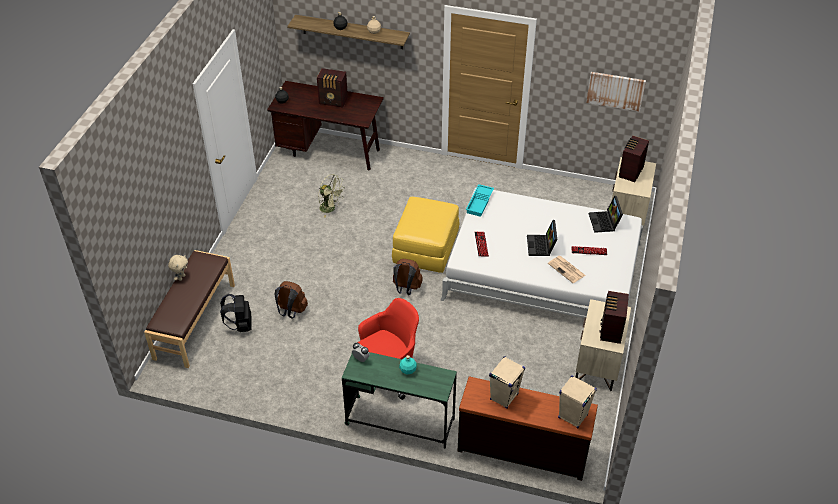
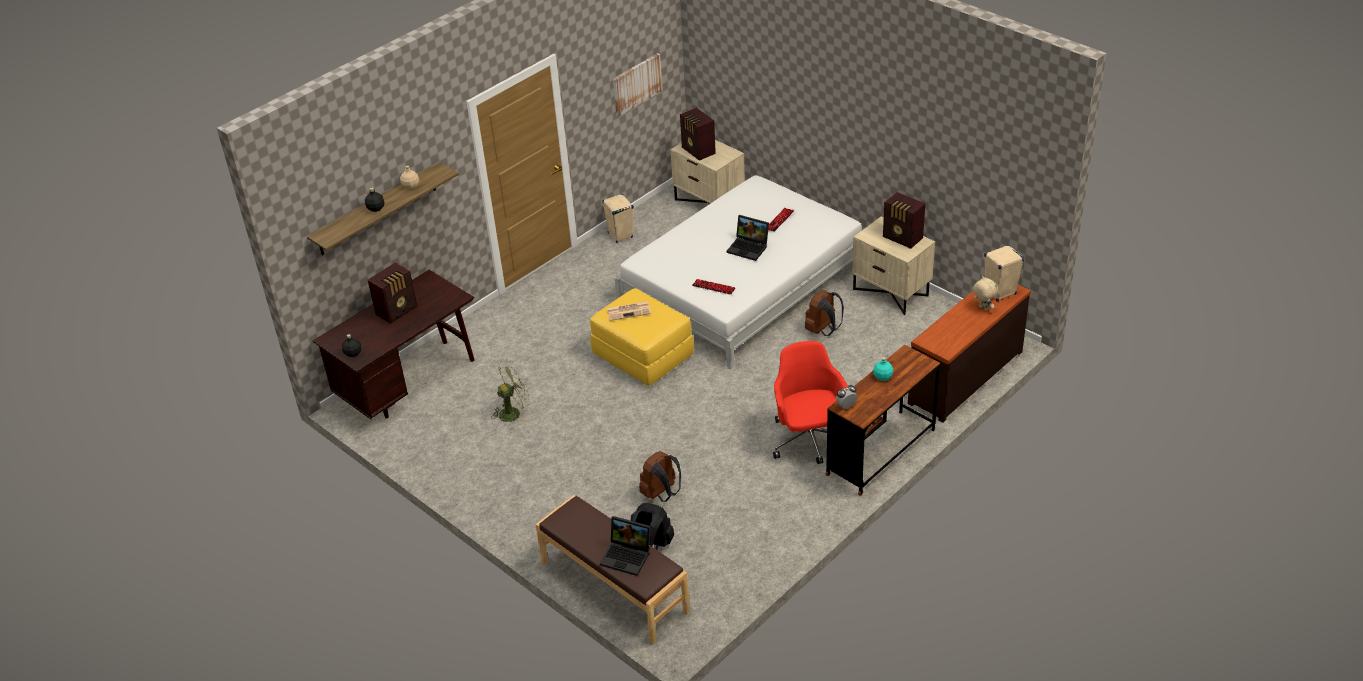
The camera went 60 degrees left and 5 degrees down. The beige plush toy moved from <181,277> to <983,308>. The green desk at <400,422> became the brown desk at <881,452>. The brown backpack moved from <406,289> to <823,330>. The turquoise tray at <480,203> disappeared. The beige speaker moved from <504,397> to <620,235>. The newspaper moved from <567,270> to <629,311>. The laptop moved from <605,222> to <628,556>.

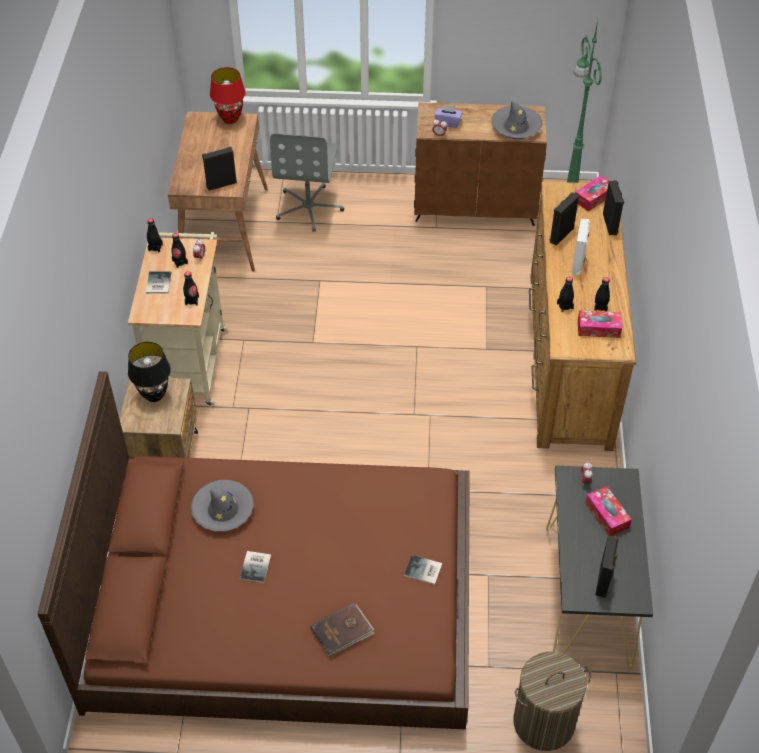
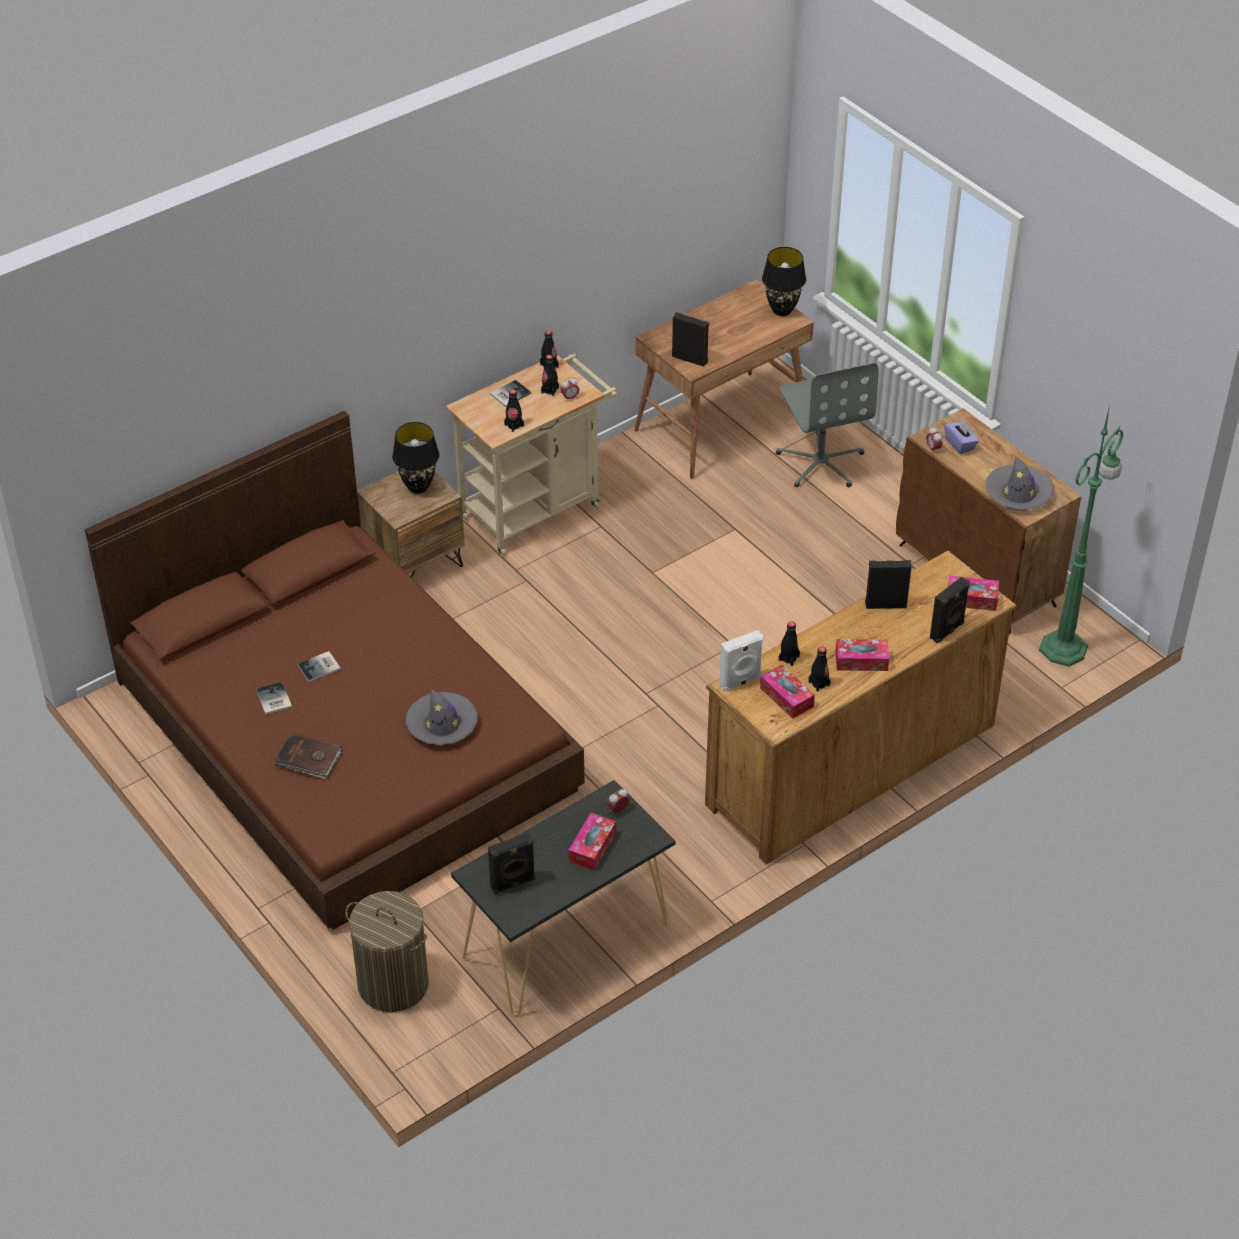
The camera went 50 degrees right and 5 degrees down. The grey hat moved from <223,510> to <442,725>. The red table lamp at <230,119> became the black table lamp at <782,310>. The grey office chair at <309,207> turned 75 degrees counterclockwise. The book moved from <424,571> to <273,700>. The white speaker moved from <578,263> to <740,682>. The tissue box at <861,661> appeared.

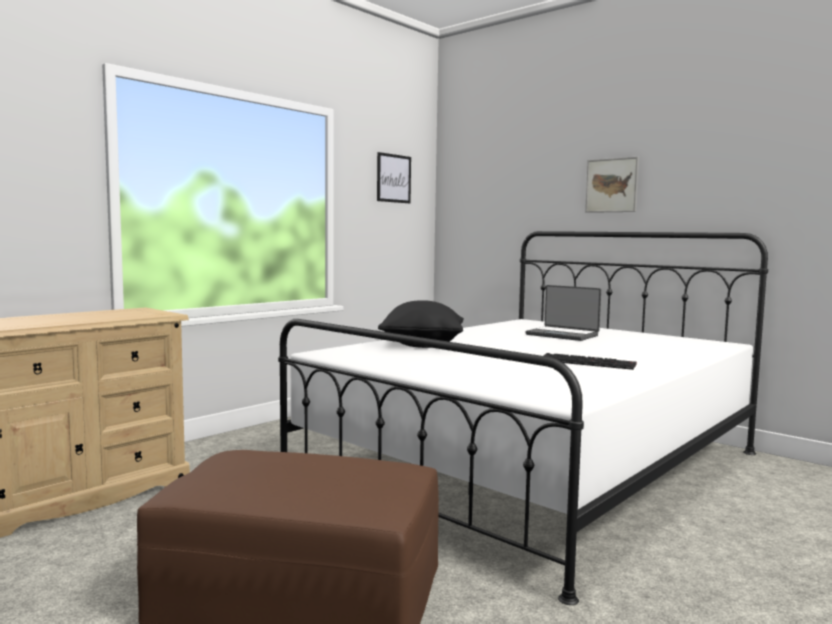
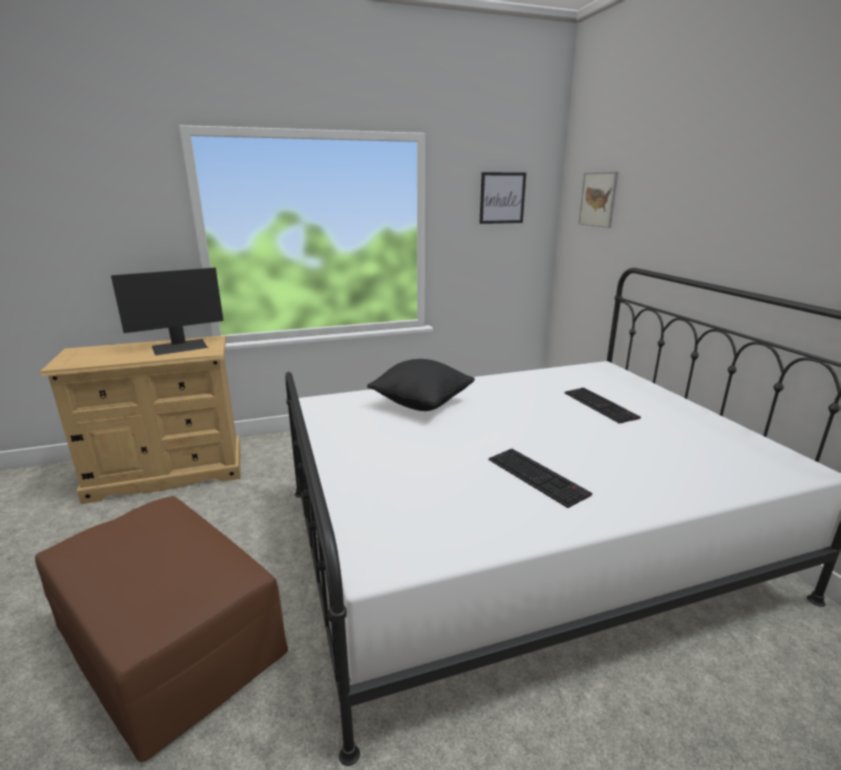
The camera went 30 degrees right and 15 degrees up. The laptop at <562,335> was replaced by the keyboard at <601,405>. The picture moved from <611,185> to <598,199>. The monitor at <180,347> appeared.

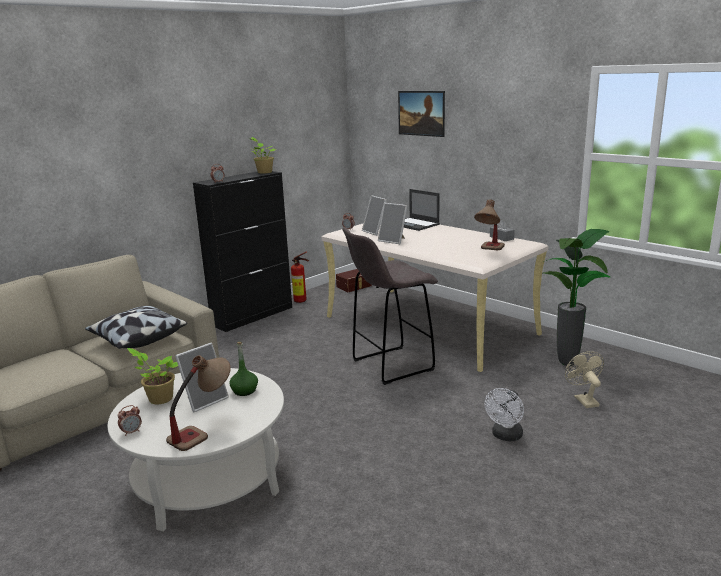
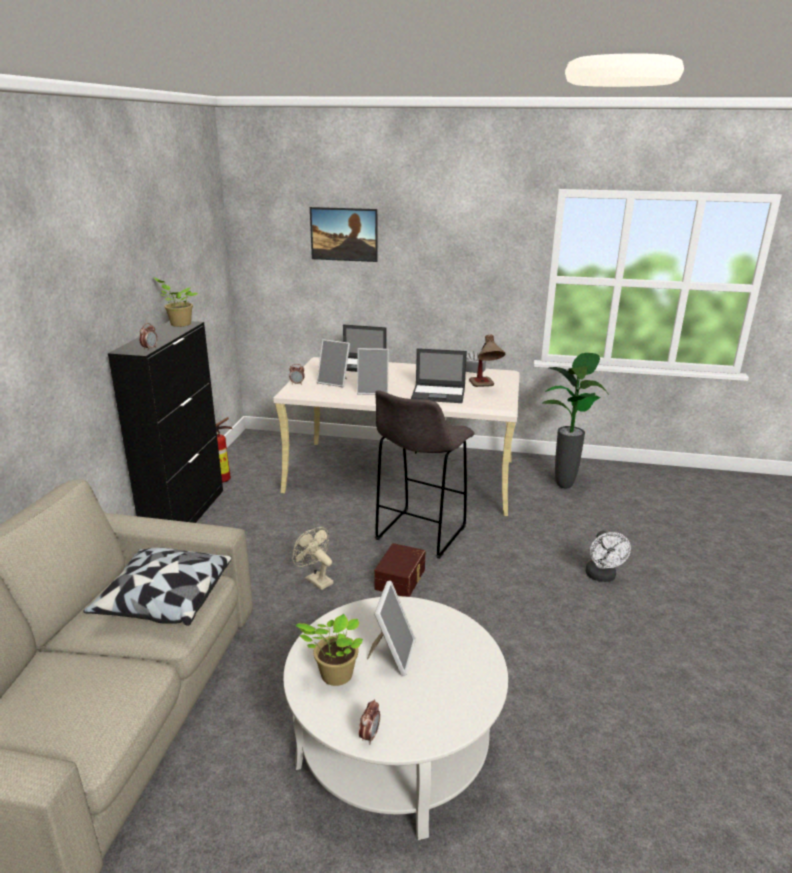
The camera went 35 degrees left and 5 degrees up. The table lamp at <203,431> disappeared. The green bottle at <244,391> disappeared. The brown storage box moved from <354,286> to <401,579>. The beige fan moved from <583,400> to <315,579>. The laptop at <439,394> appeared.

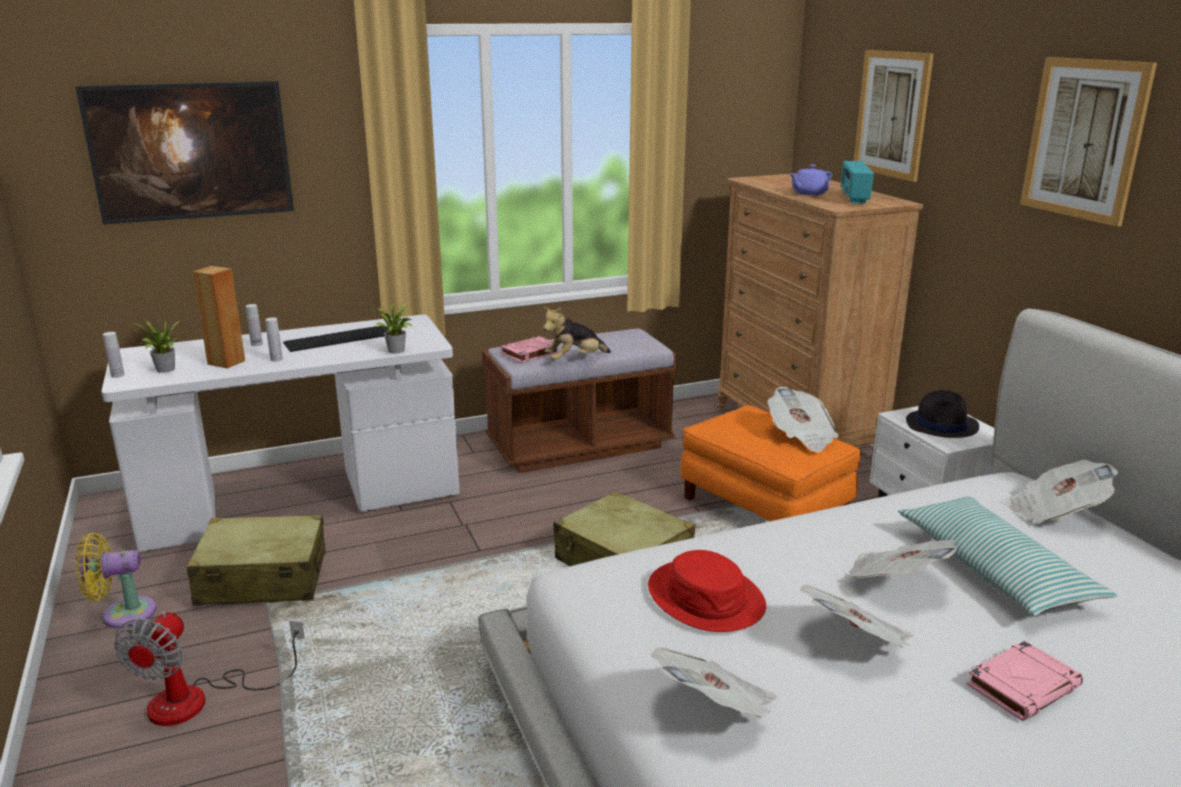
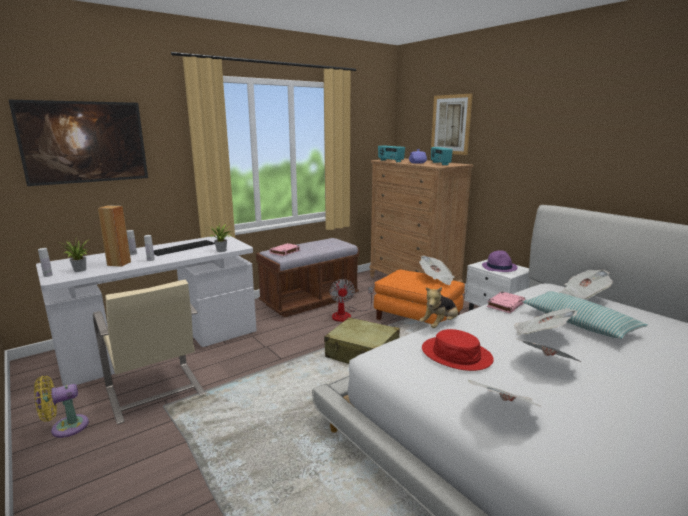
The camera went 15 degrees left and 5 degrees down. The fan moved from <199,699> to <346,315>. The beige suitcase at <262,579> was replaced by the beige chair at <155,392>. The plush toy moved from <574,360> to <440,325>. The black hat at <942,425> became the purple hat at <499,267>. The pink book moved from <1023,686> to <505,305>. The picture at <1084,139> disappeared. The radio at <390,161> appeared.

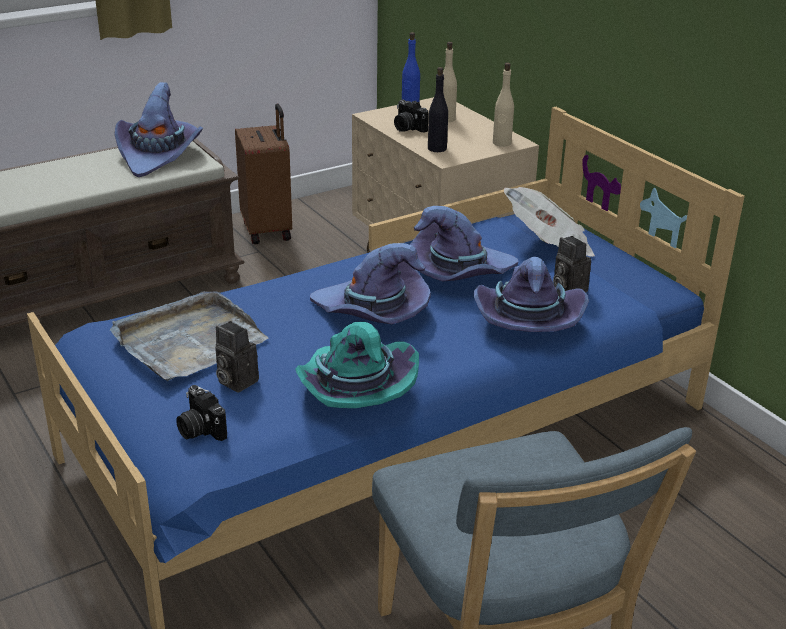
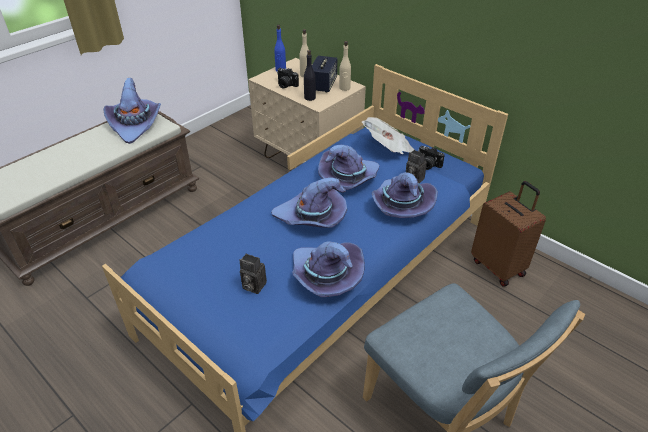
The camera went 15 degrees left and 10 degrees up. The grey tray at <188,341> disappeared. The photo camera moved from <199,429> to <427,165>. The brown suitcase moved from <268,230> to <498,267>. The turquoise hat at <353,389> became the purple hat at <325,276>. The speaker at <323,85> appeared.

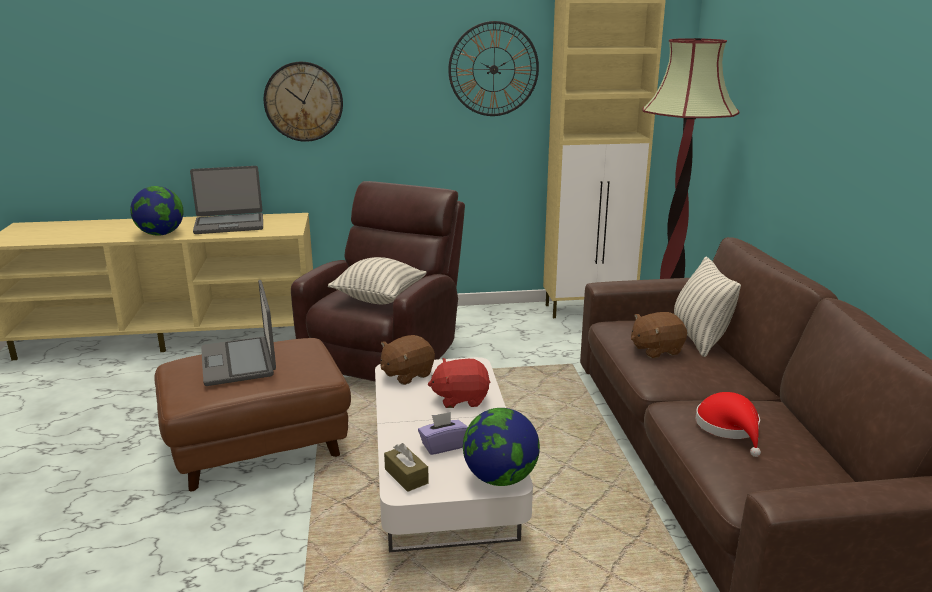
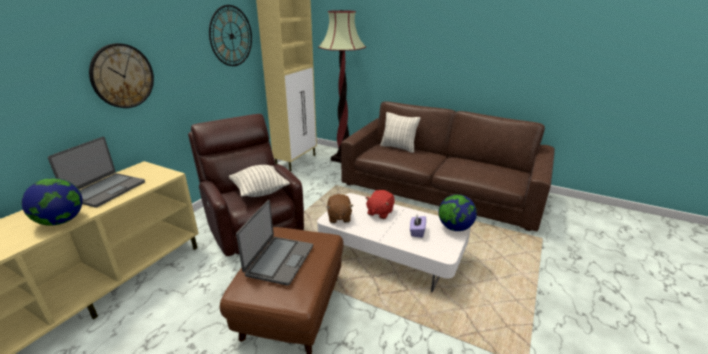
The camera went 55 degrees left and 5 degrees up. The laptop at <239,362> turned 90 degrees counterclockwise. The brown tissue box at <406,476> disappeared. The brown plush toy at <656,350> disappeared. The red hat at <729,428> disappeared.

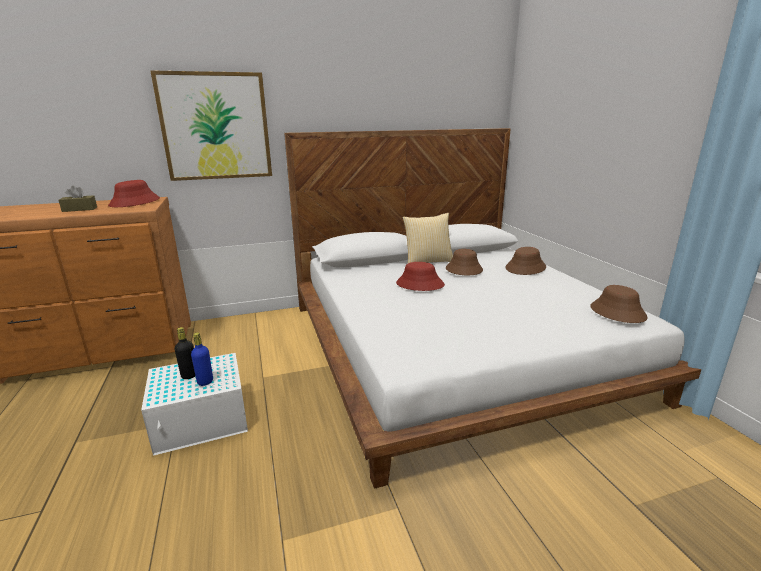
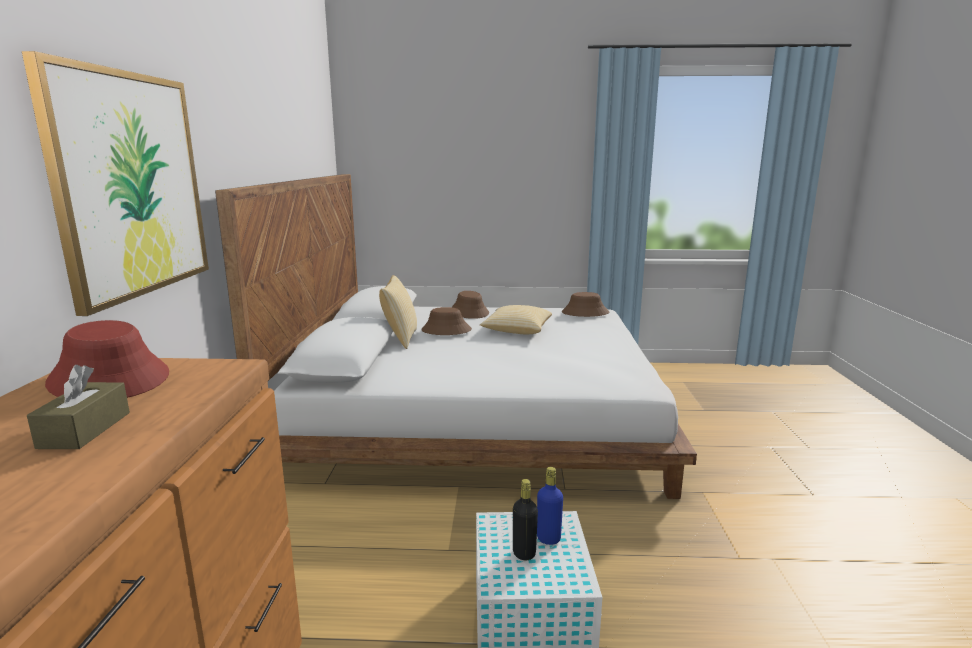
The camera went 70 degrees left and 5 degrees down. The red hat at <419,284> disappeared. The pillow at <517,331> appeared.

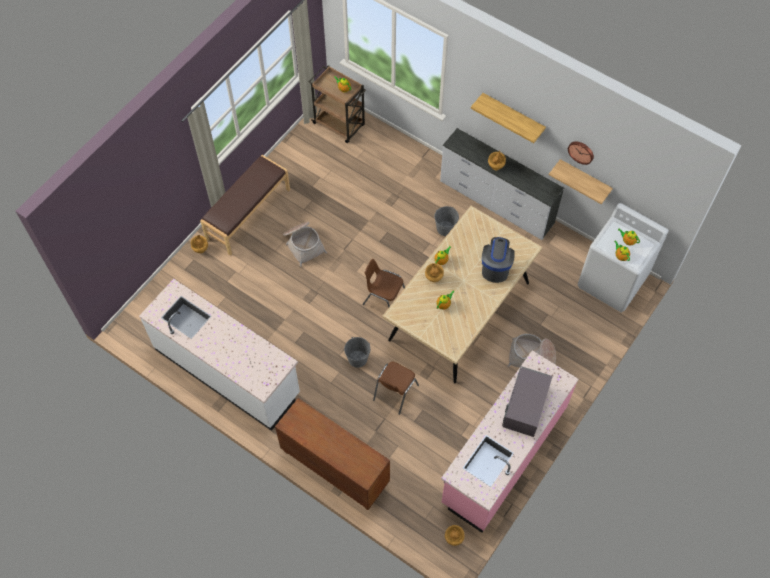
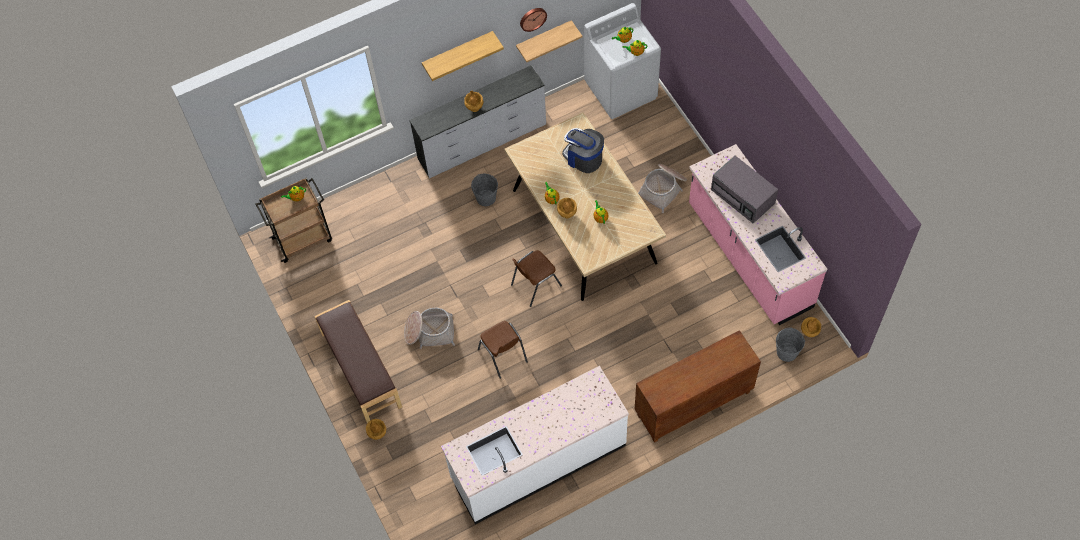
The camera went 60 degrees left and 0 degrees up. The grey bucket moved from <358,359> to <787,352>. The brown chair moved from <395,393> to <503,356>.

